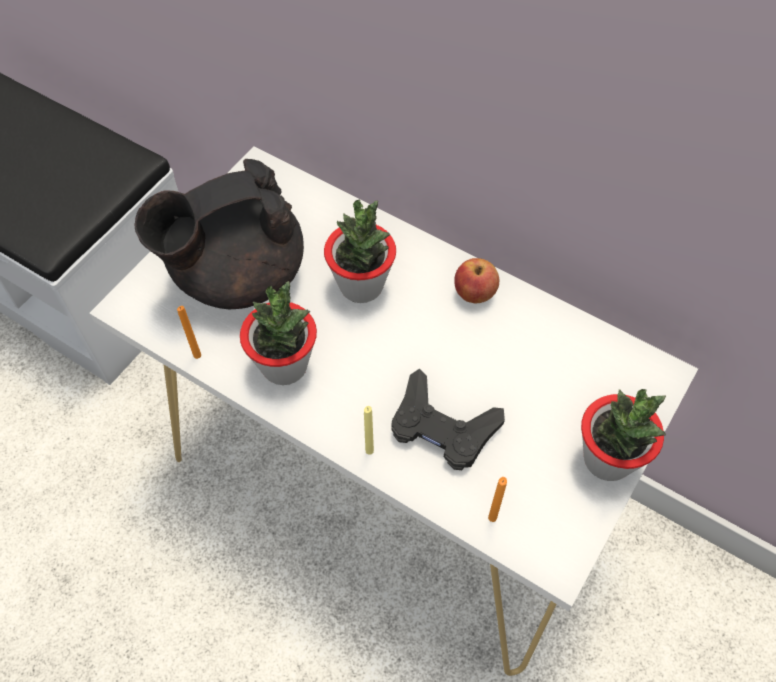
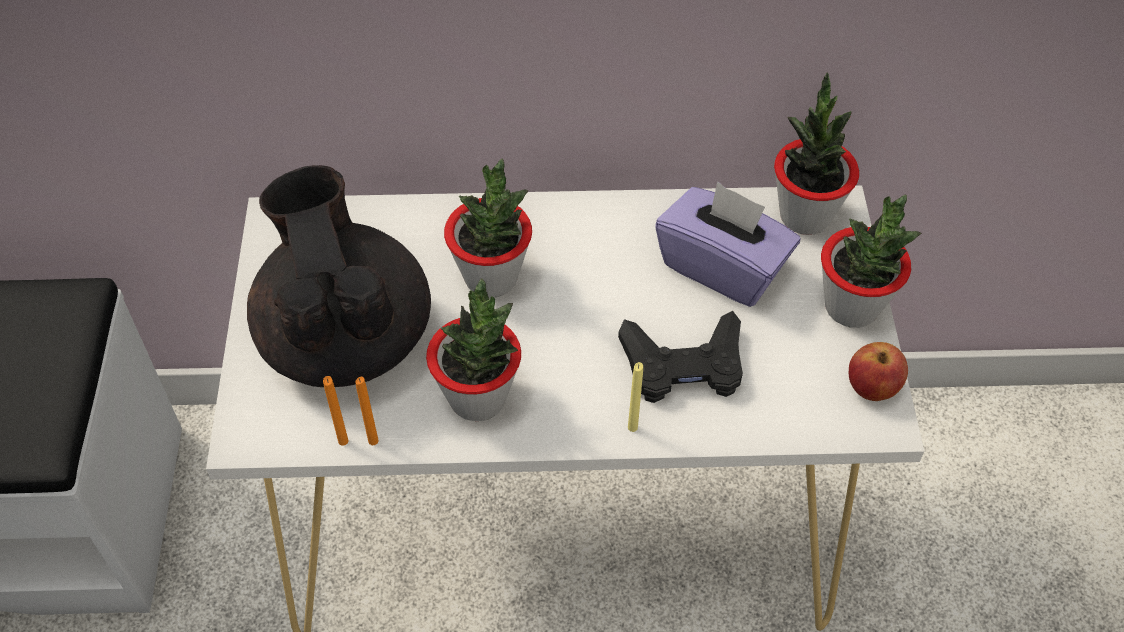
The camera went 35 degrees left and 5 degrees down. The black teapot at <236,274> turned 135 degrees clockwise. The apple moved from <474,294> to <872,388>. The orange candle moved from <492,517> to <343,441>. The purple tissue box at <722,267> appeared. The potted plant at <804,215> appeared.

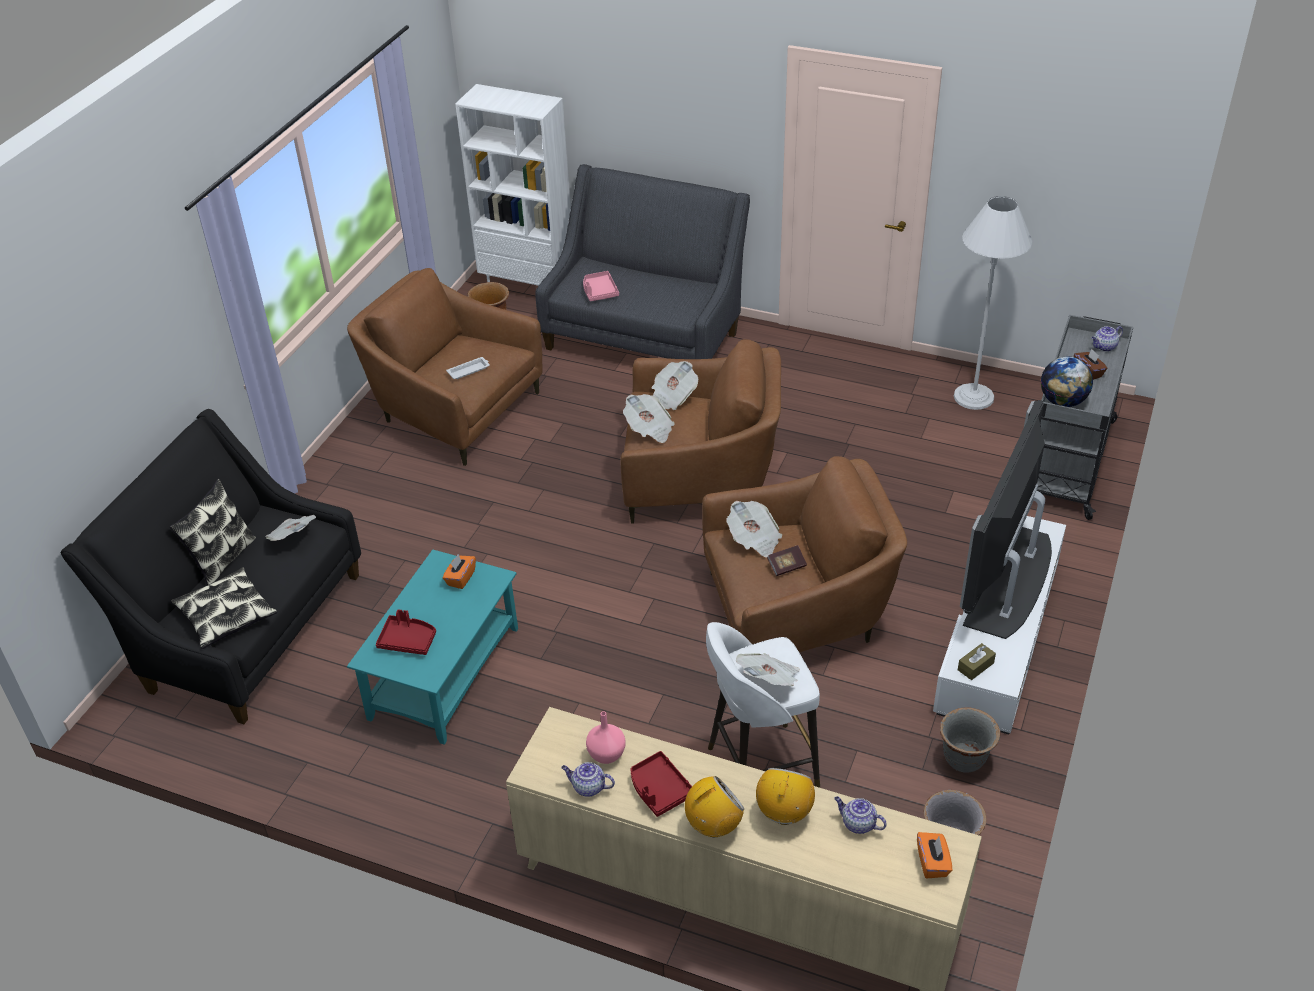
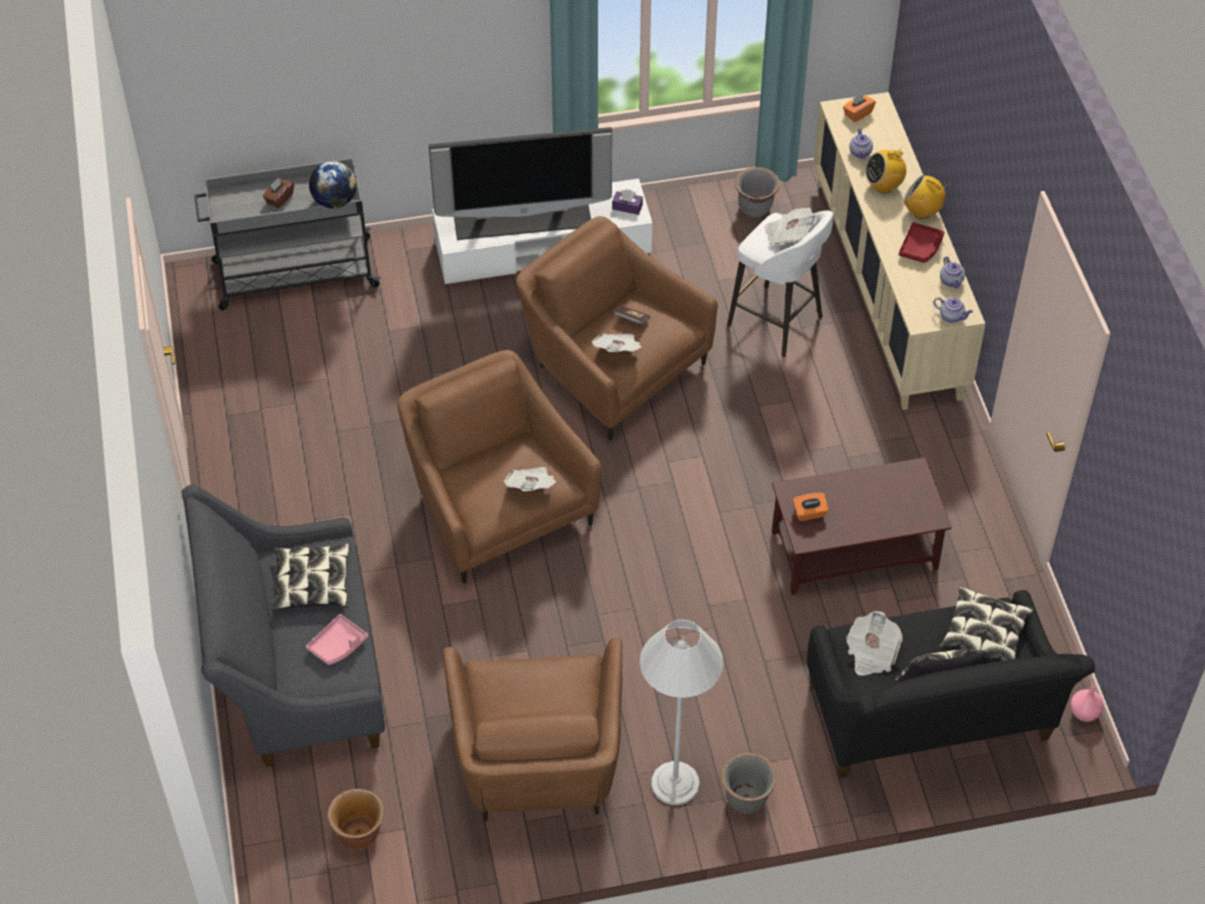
The camera went 125 degrees left and 10 degrees up. The turquoise coffee table at <444,672> became the brown coffee table at <853,551>. The red tray at <408,640> disappeared. The white tray at <469,370> disappeared. The white bookcase at <529,288> disappeared. The pink vase moved from <607,754> to <1083,713>. The newspaper at <672,397> disappeared. The grey planter moved from <964,759> to <746,799>. The white floor lamp moved from <973,397> to <675,783>. The brown tissue box at <975,666> became the purple tissue box at <627,207>. The teapot moved from <1104,347> to <952,316>. The pillow at <312,584> appeared.

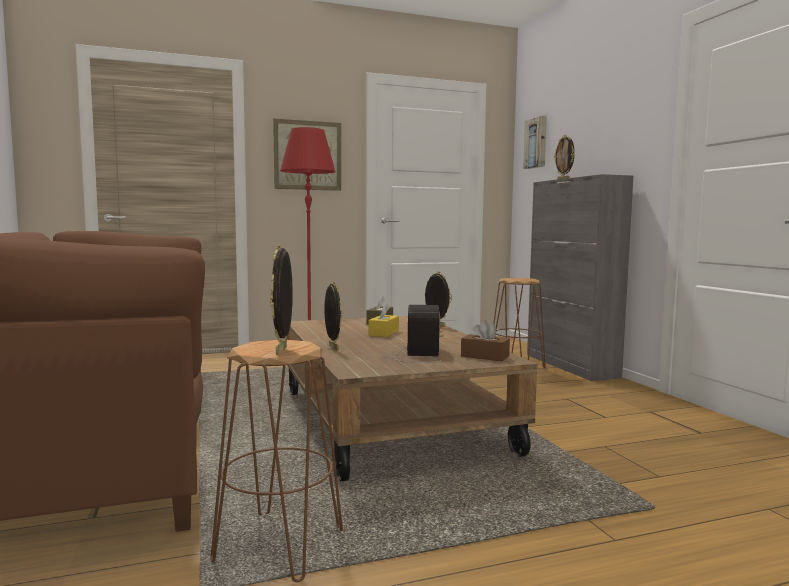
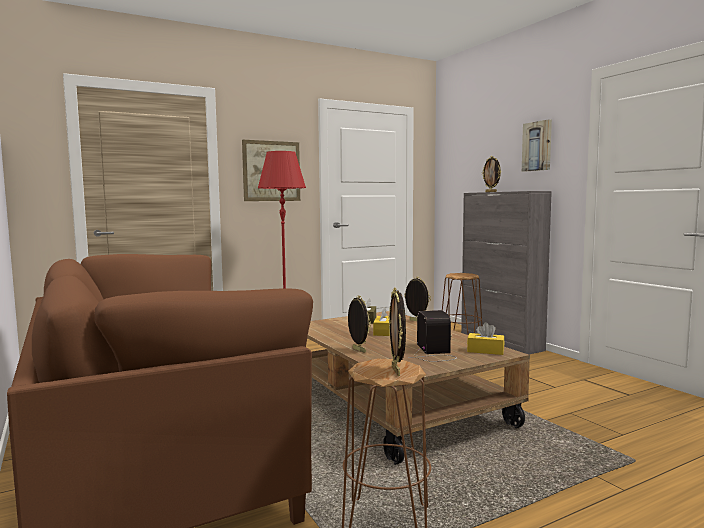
The camera went 10 degrees left and 0 degrees up. The brown tissue box at <485,356> became the yellow tissue box at <485,351>. The picture moved from <536,143> to <537,146>.

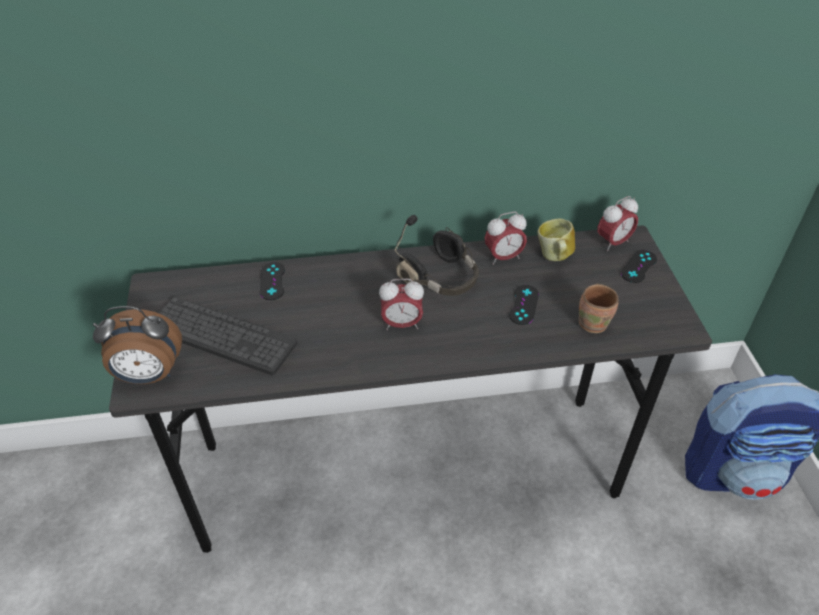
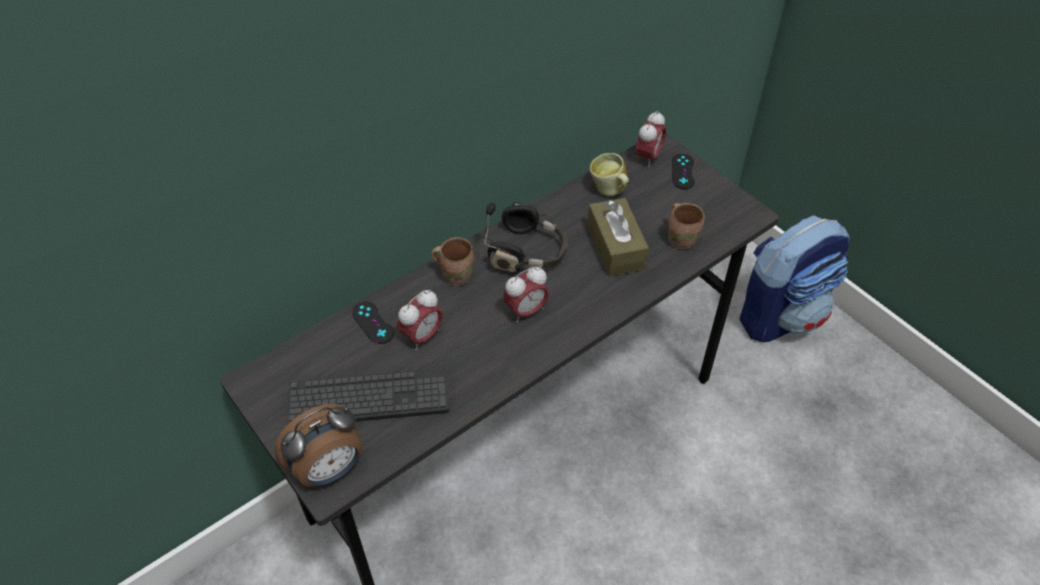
The camera went 30 degrees left and 5 degrees up. The alarm clock moved from <503,257> to <422,336>. The black game controller at <524,305> was replaced by the brown tissue box at <615,247>. The brown mug at <456,274> appeared.

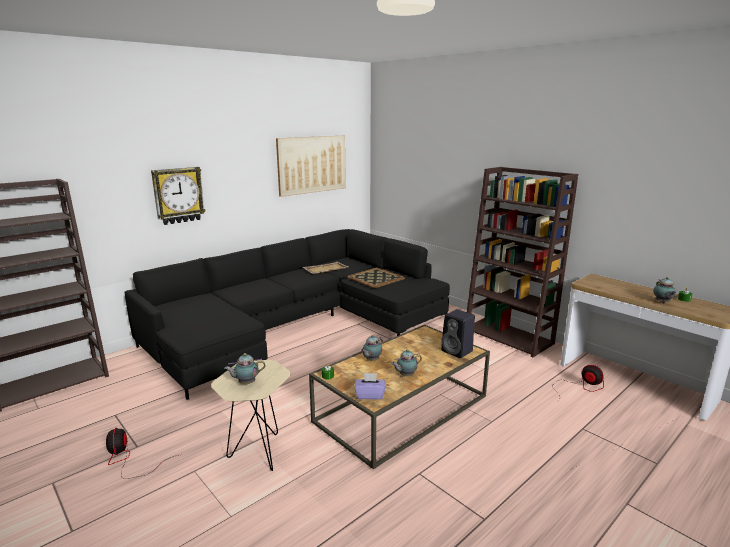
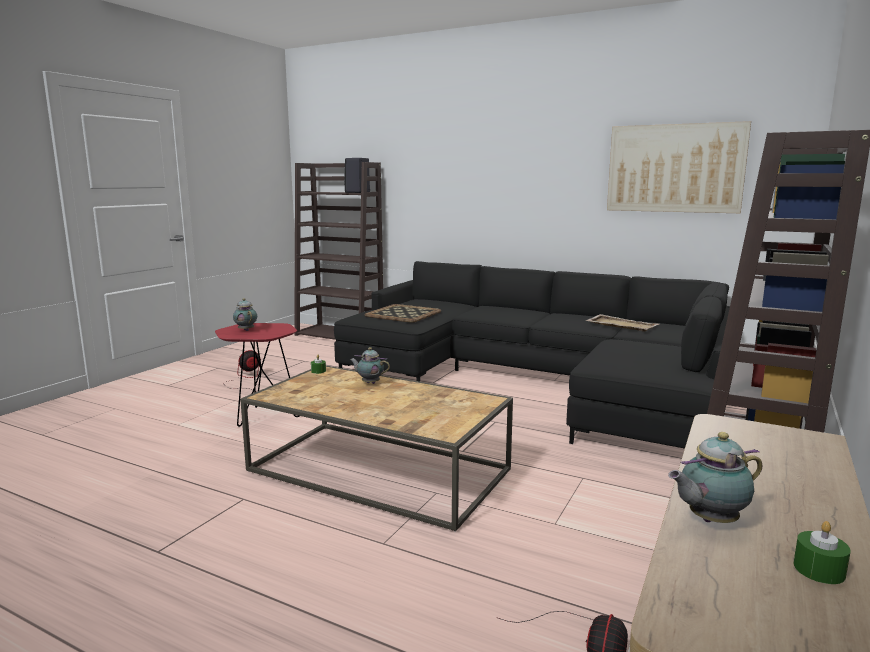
The camera went 70 degrees right and 5 degrees down. The wall clock at <178,195> disappeared. The beige side table at <258,455> became the red side table at <262,416>. The tray moved from <376,278> to <404,314>. The purple tissue box at <370,395> disappeared. The teapot at <405,375> disappeared. The black speaker moved from <458,351> to <357,192>.

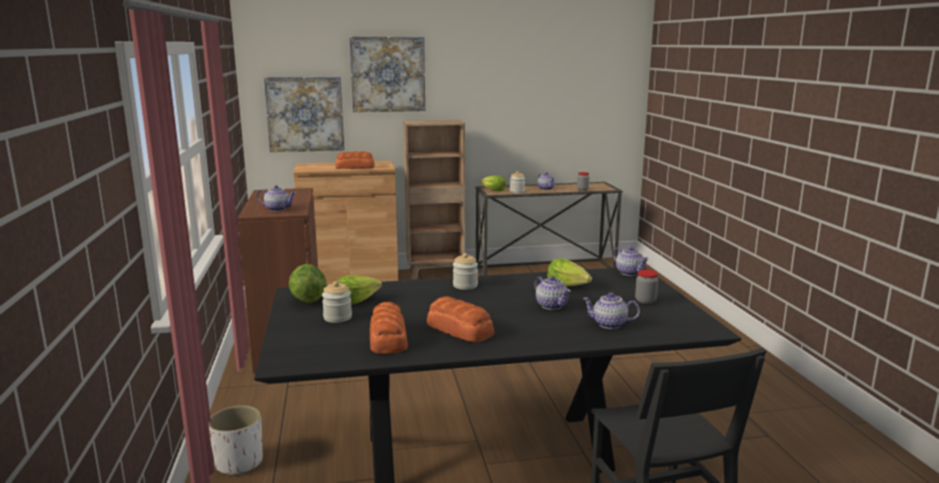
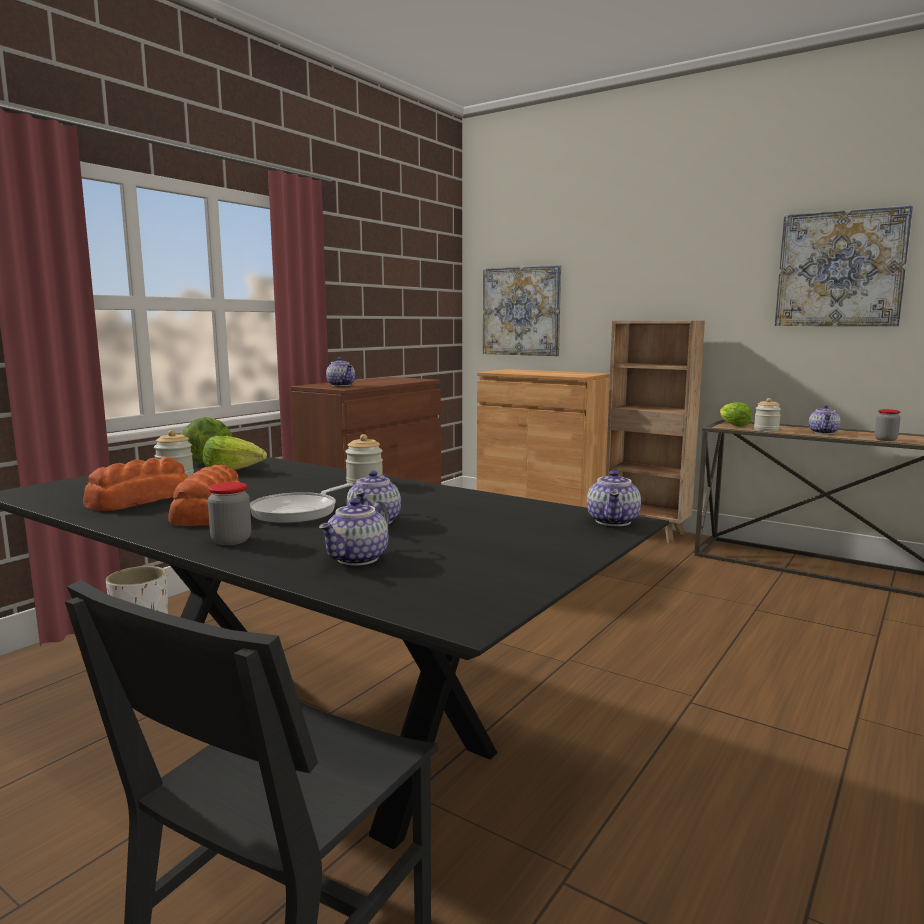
The camera went 45 degrees right and 5 degrees down. The bread at <355,167> disappeared. The picture moved from <388,74> to <840,269>. The lettuce at <568,285> disappeared. The teapot at <609,324> turned 120 degrees counterclockwise. The jar moved from <645,301> to <231,540>. The frying pan at <298,512> appeared.

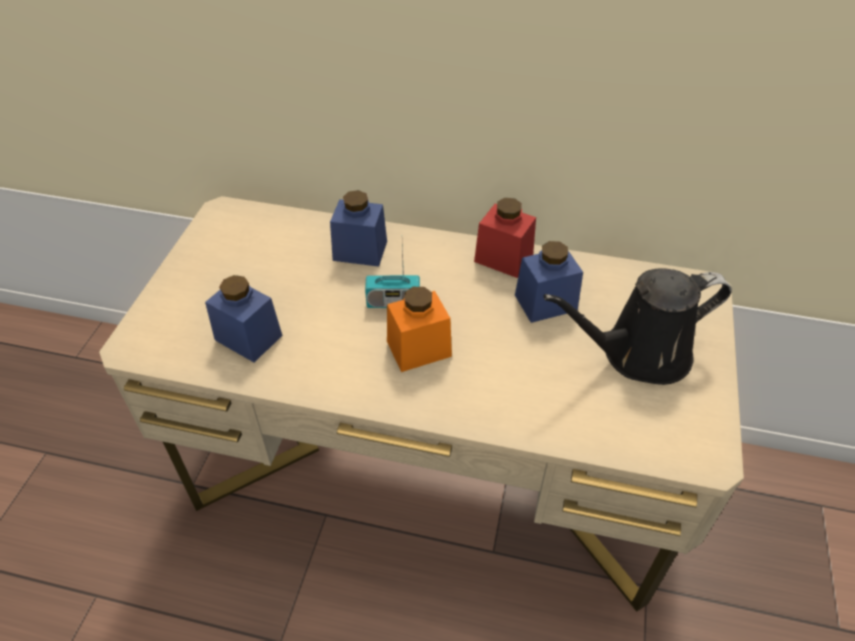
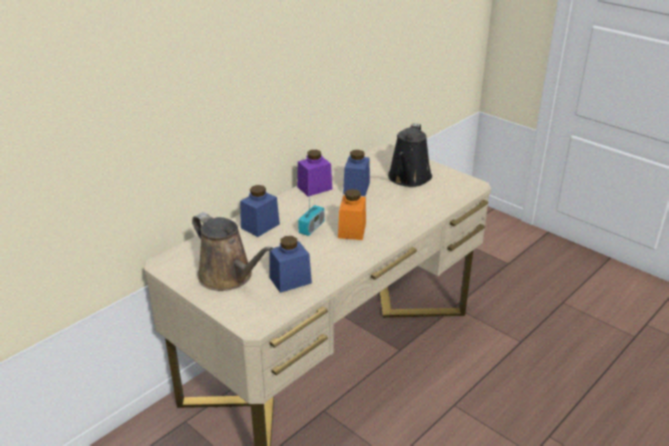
The camera went 60 degrees left and 15 degrees down. The red jar at <503,258> became the purple jar at <314,188>. The brown watering can at <229,277> appeared.

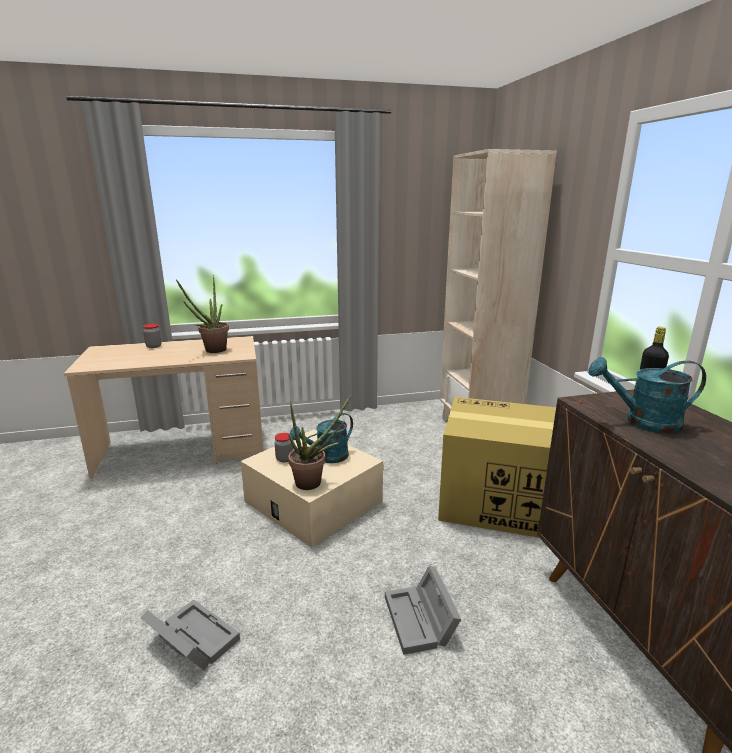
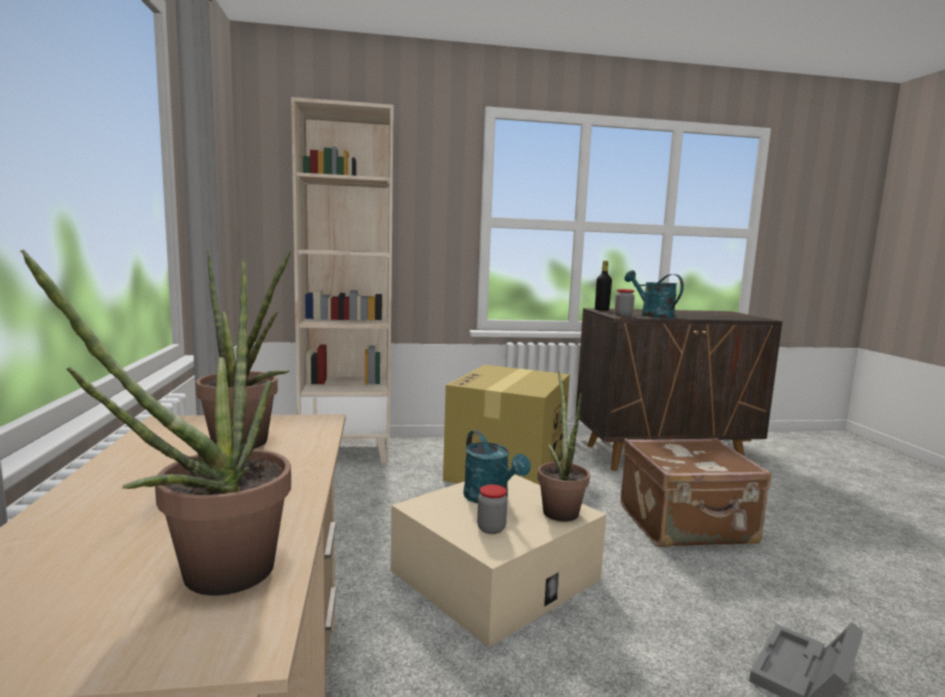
The camera went 85 degrees left and 10 degrees down. The jar moved from <154,346> to <623,316>. The grey storage box at <421,621> was replaced by the brown suitcase at <687,525>. The turquoise watering can at <643,422> turned 135 degrees clockwise. The potted plant at <211,580> appeared.

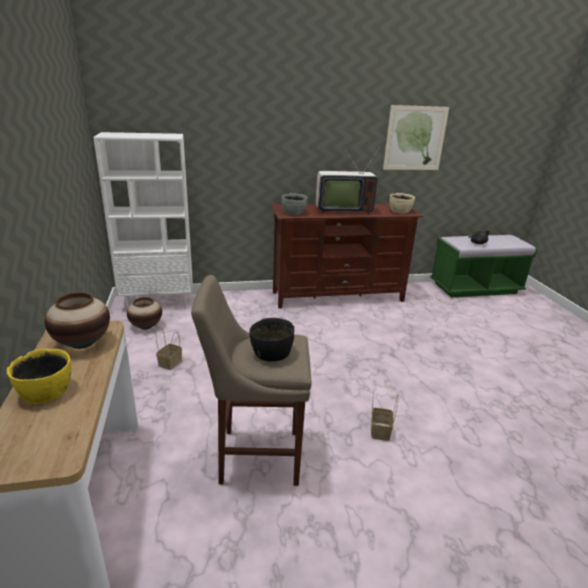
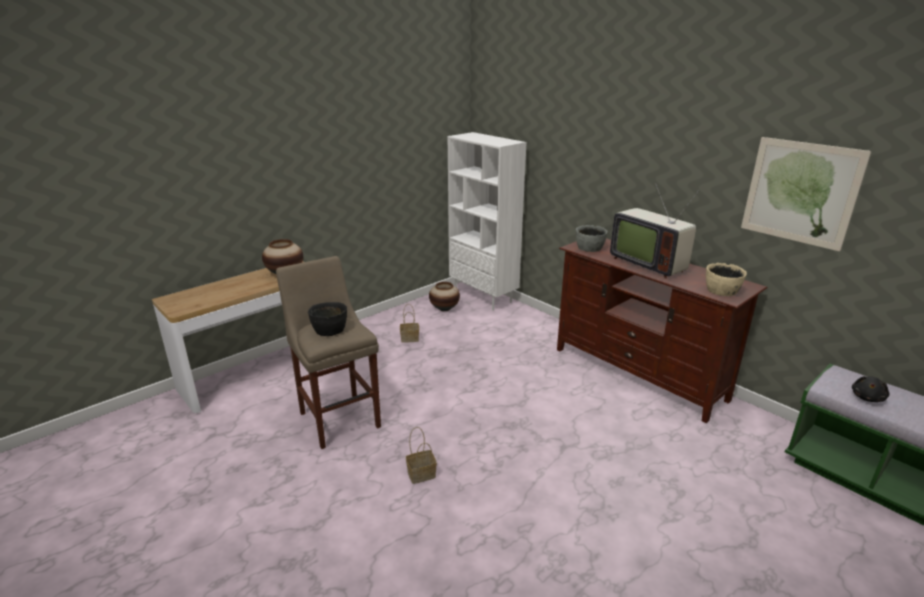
The camera went 60 degrees right and 0 degrees up. The yellow bowl at <46,391> disappeared.

